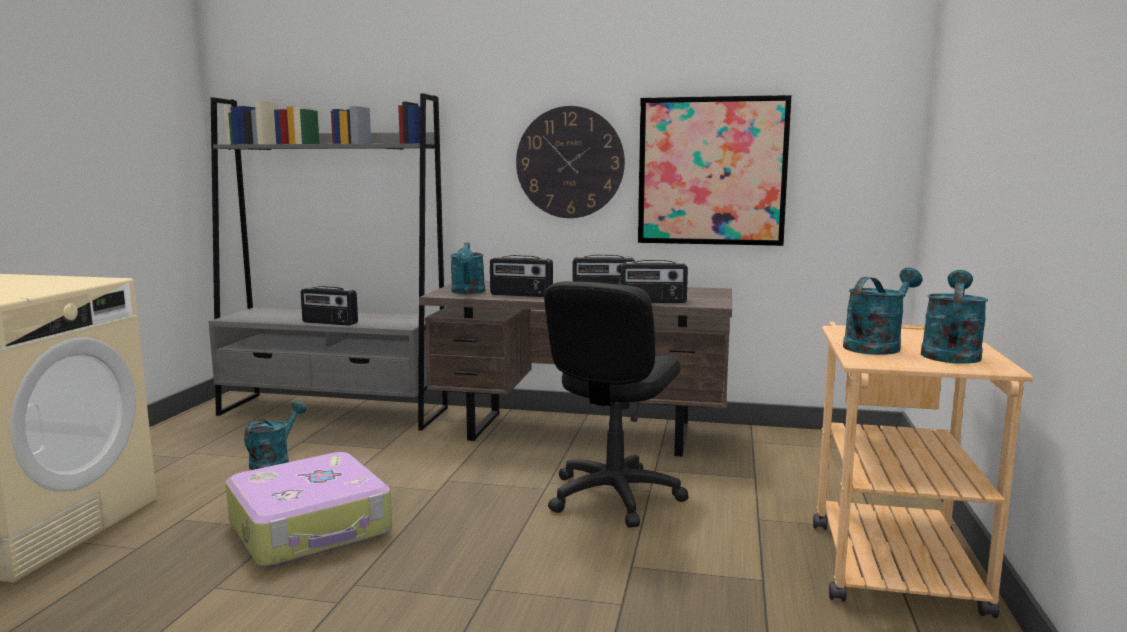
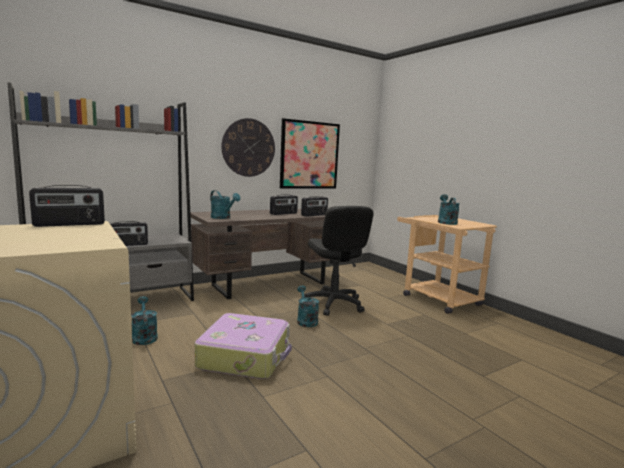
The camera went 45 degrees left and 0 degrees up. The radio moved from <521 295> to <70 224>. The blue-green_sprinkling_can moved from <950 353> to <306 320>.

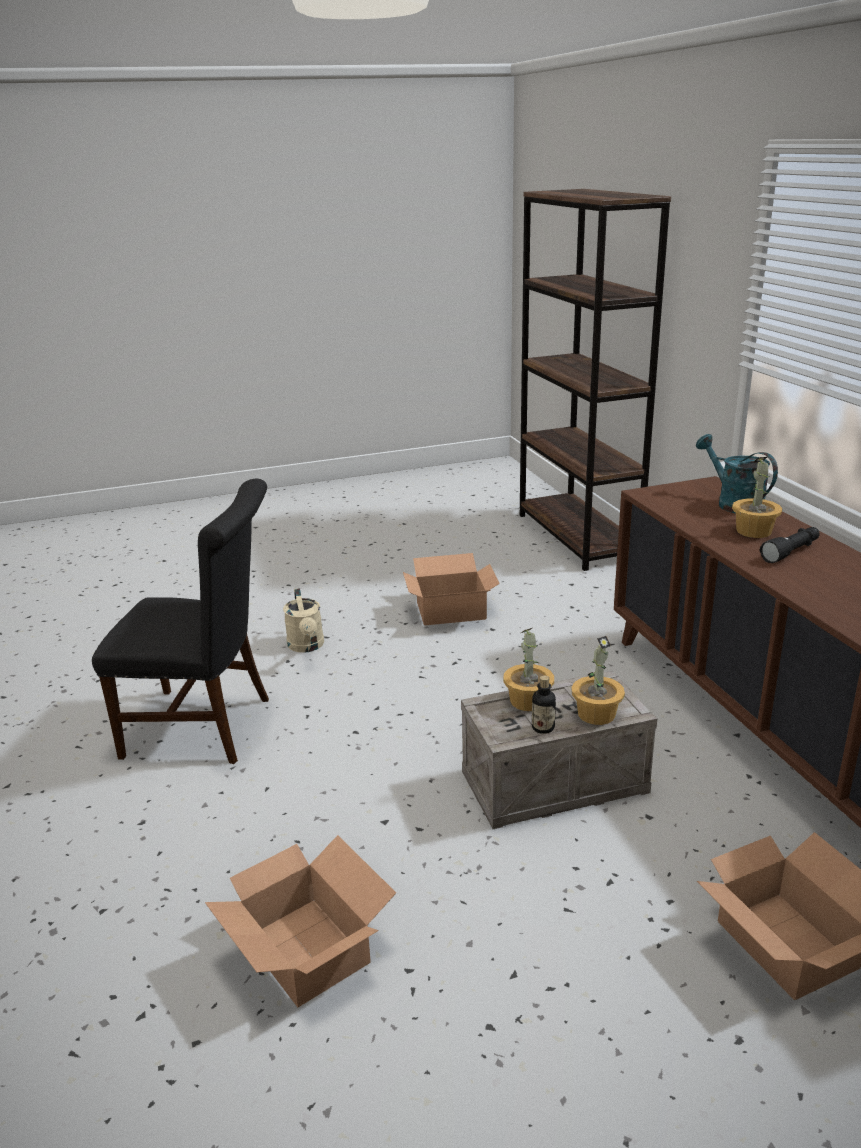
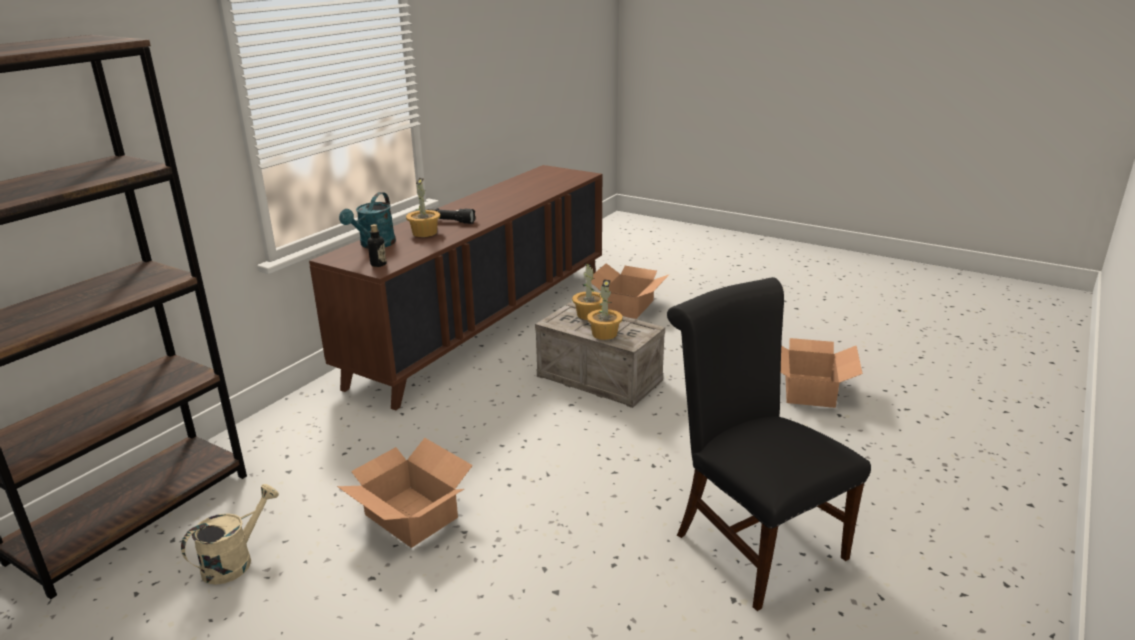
The camera went 130 degrees left and 0 degrees up. The beige-coloured_sprinkling_can moved from <307 646> to <235 561>. The drink_bottle moved from <543 728> to <378 264>.

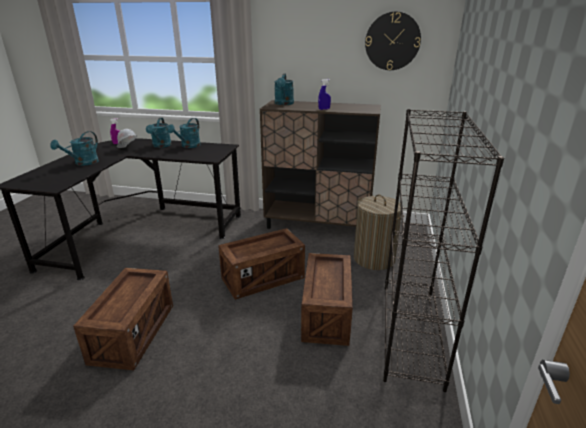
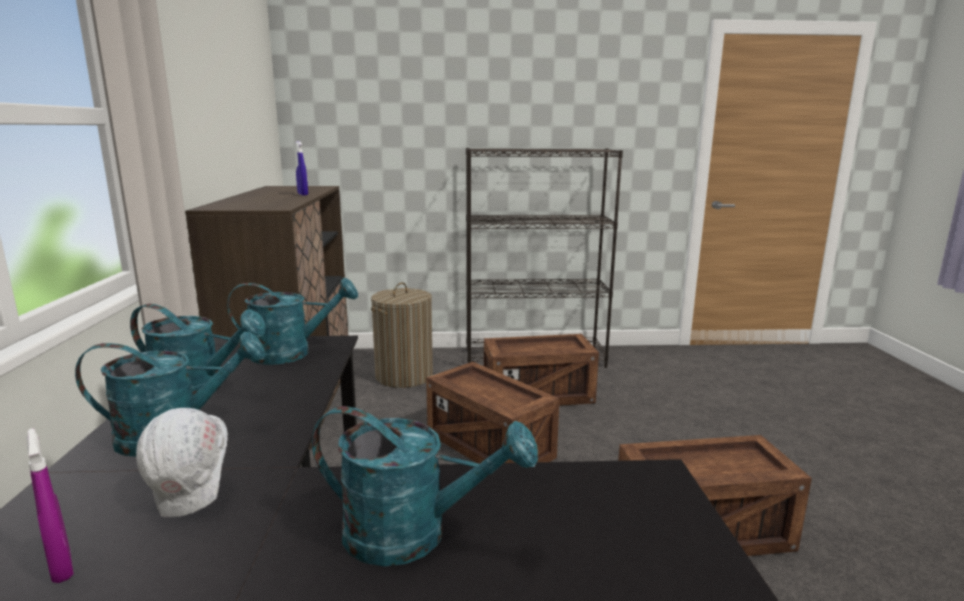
The camera went 105 degrees left and 10 degrees down. The blue-green_sprinkling_can moved from <284 104> to <292 353>. The hanging_clock at <392 41> disappeared.

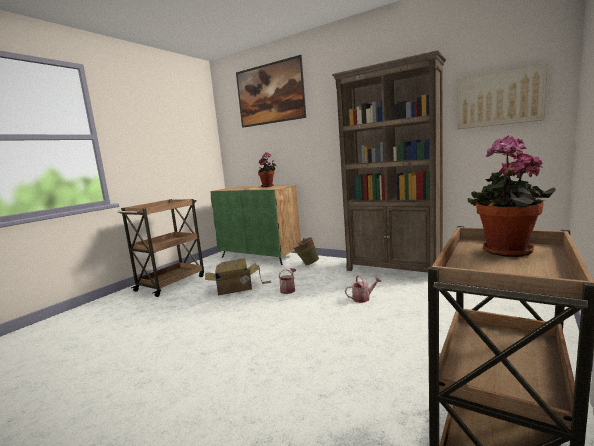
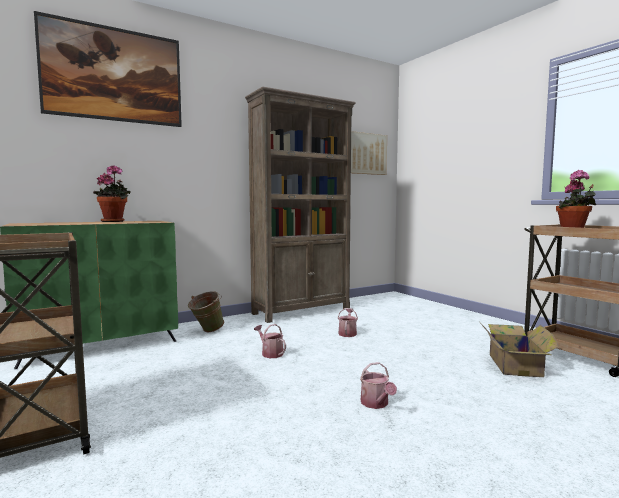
The camera went 65 degrees left and 5 degrees down. The carton moved from <236 288> to <514 364>. The sprinkling_can at <376 404> appeared.

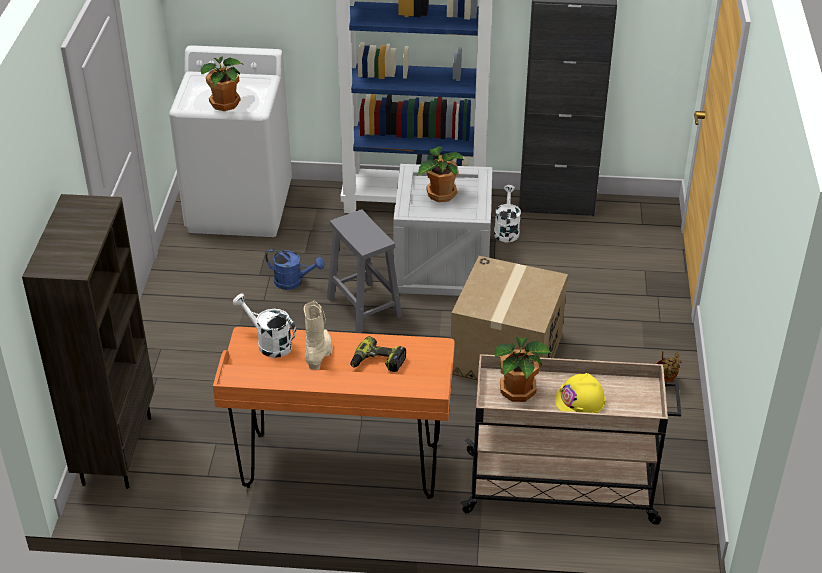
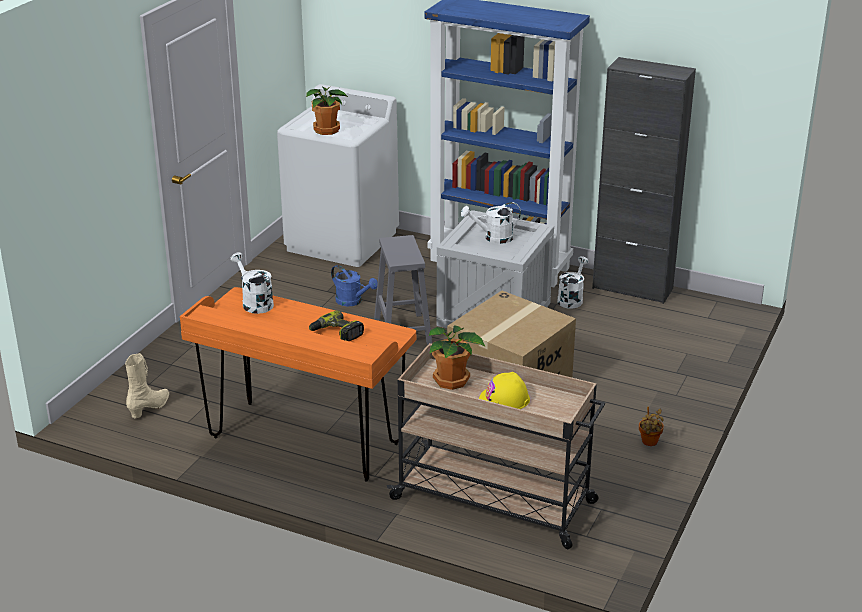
The camera went 20 degrees right and 10 degrees down. The brownish_shelving_unit at <116 450> disappeared. The beige-coloured_tall_boot moved from <320 356> to <150 408>. The plant_in_a_pot at <440 194> was replaced by the whitish_sprinkling_can at <493 238>.

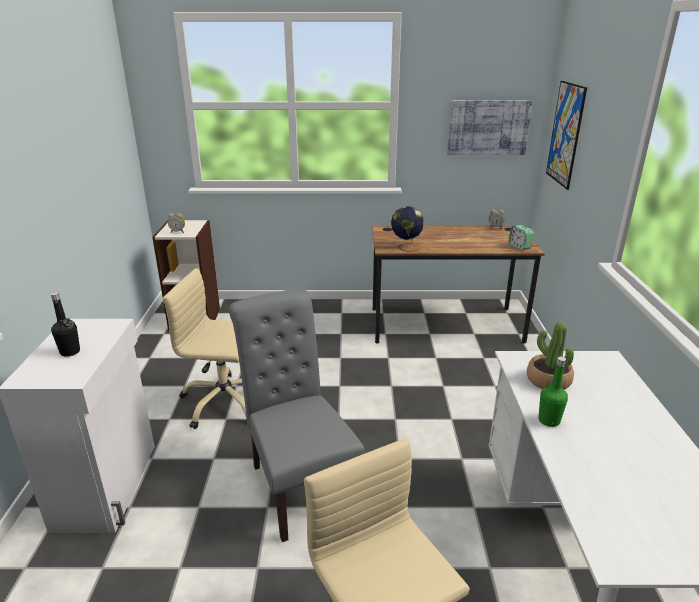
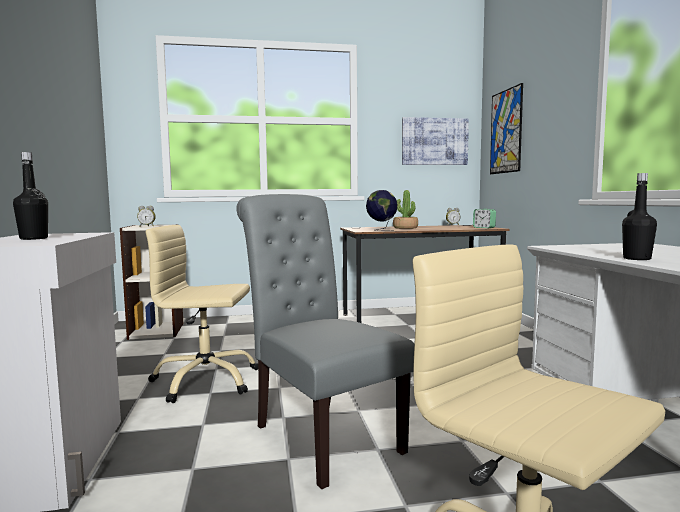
The camera went 10 degrees left and 20 degrees down. The plant_in_a_pot moved from <548 380> to <405 228>. The green-coloured_drink_bottle at <549 420> became the blackish_drink_bottle at <637 259>.

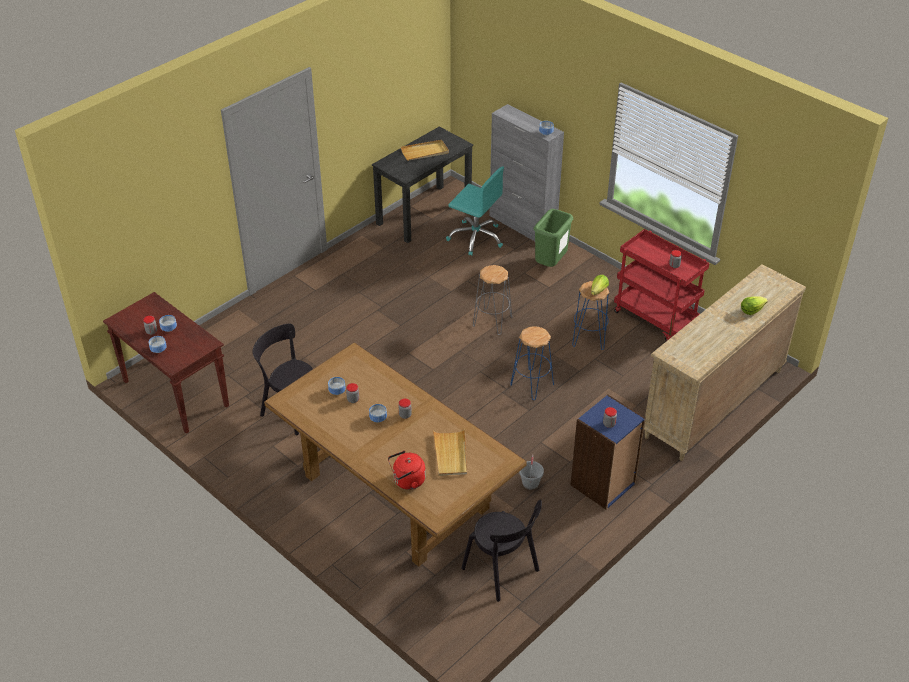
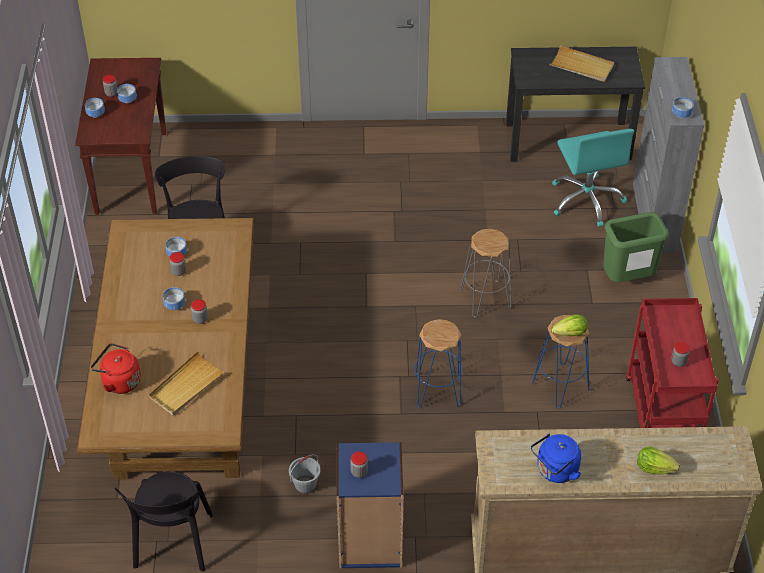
The camera went 45 degrees right and 5 degrees up. The blue_kettle at <555 471> appeared.

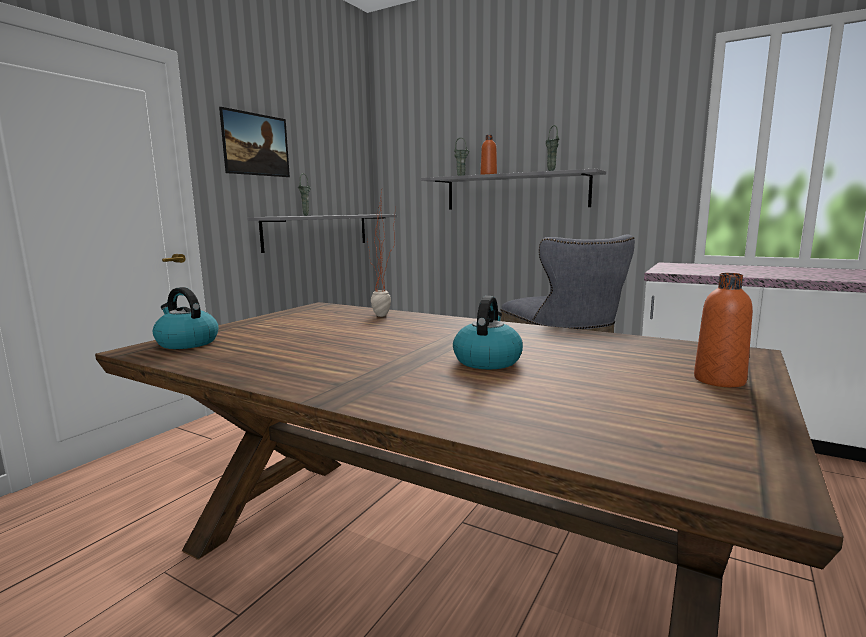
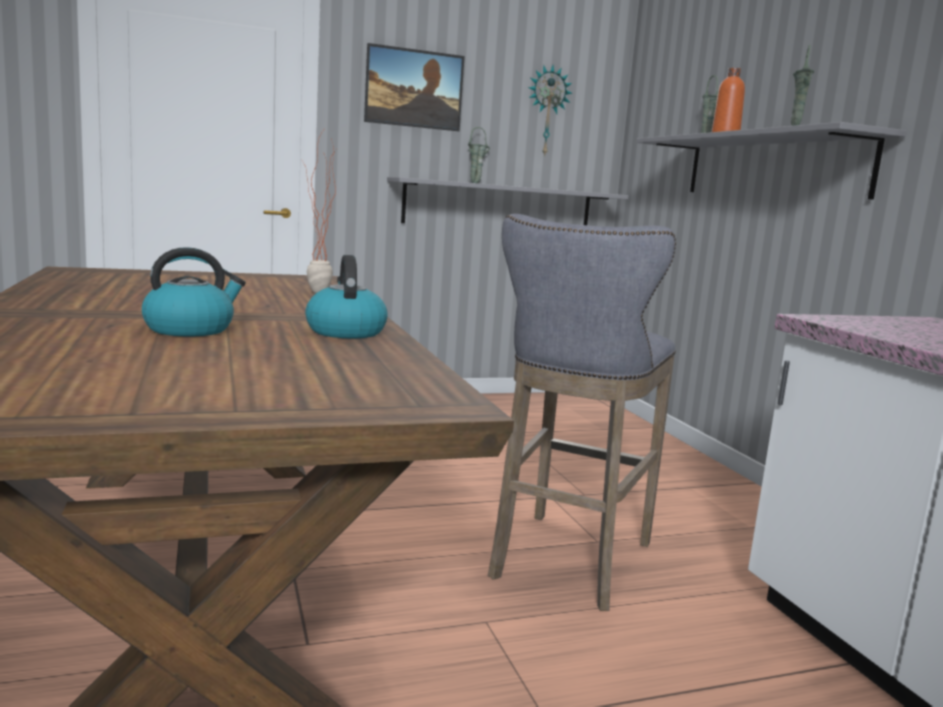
The camera went 40 degrees right and 0 degrees up. The kettle moved from <186 343> to <345 331>. The orange_drink_bottle at <719 380> disappeared. The hanging_clock at <547 111> appeared.

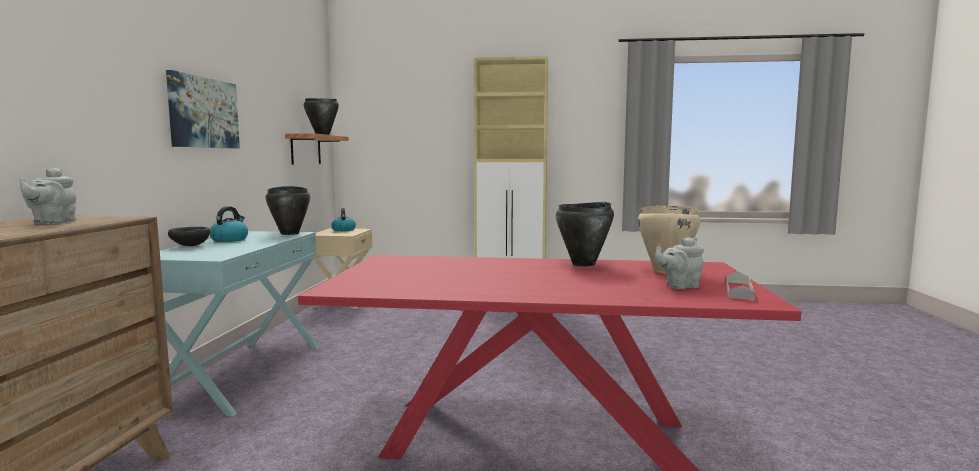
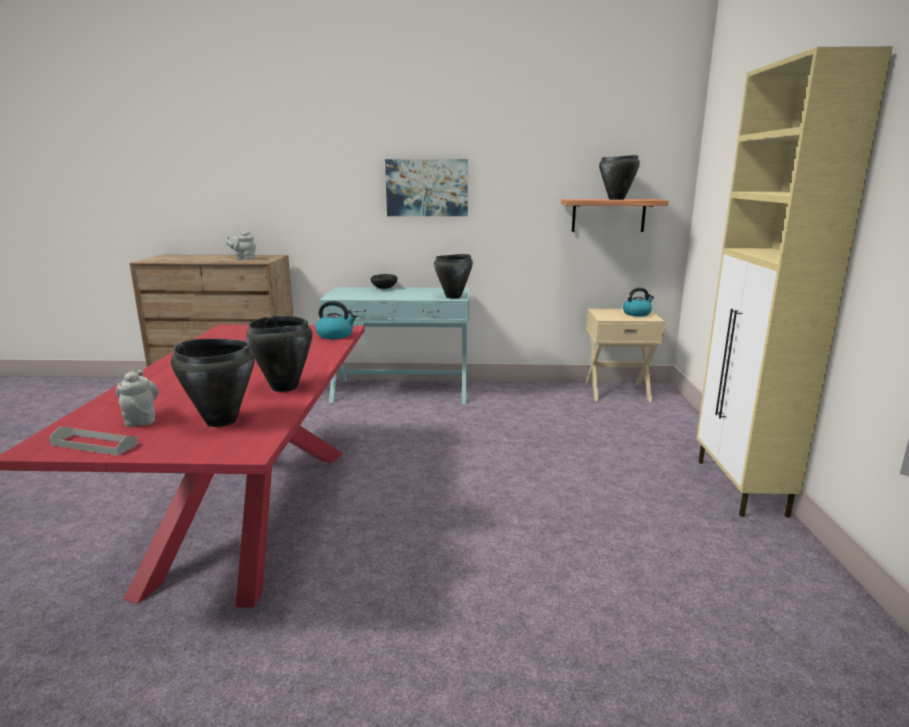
The camera went 85 degrees right and 10 degrees up. The kettle moved from <229 240> to <335 335>. The beige-coloured_cooking_pot at <665 271> became the blackish_cooking_pot at <221 421>.

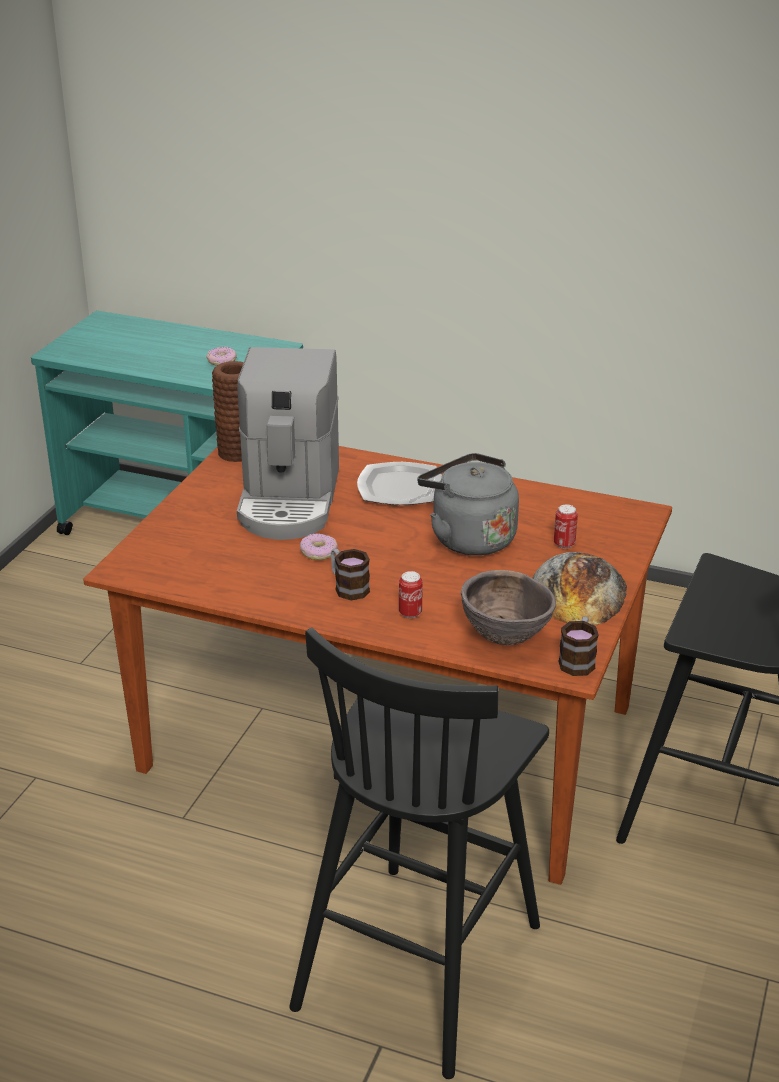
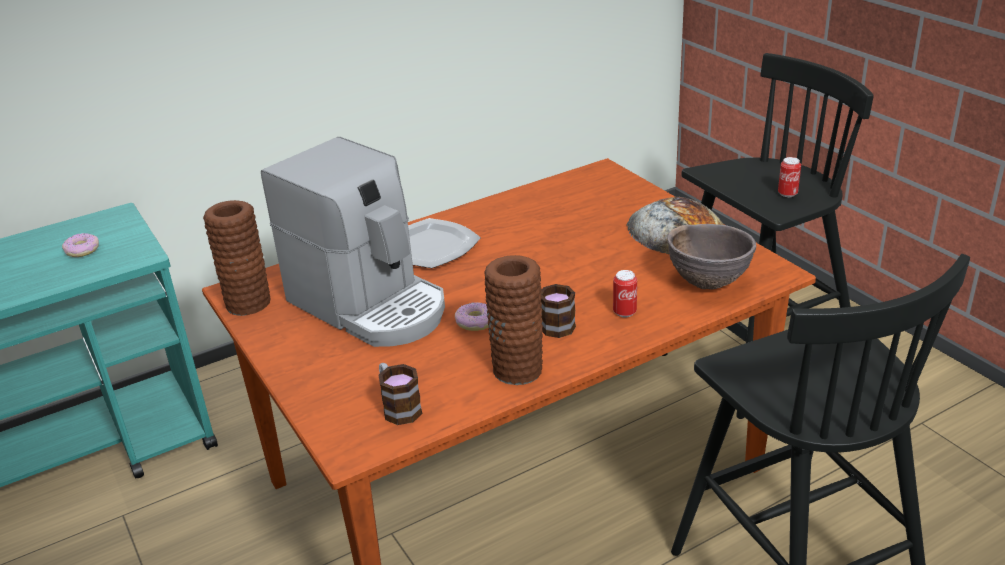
The camera went 50 degrees left and 0 degrees up. The grey_kettle at <468 537> disappeared. The metal_can moved from <564 544> to <787 194>. The coffee_mug moved from <578 660> to <398 407>. The brownish_decorative_vase at <517 369> appeared.

